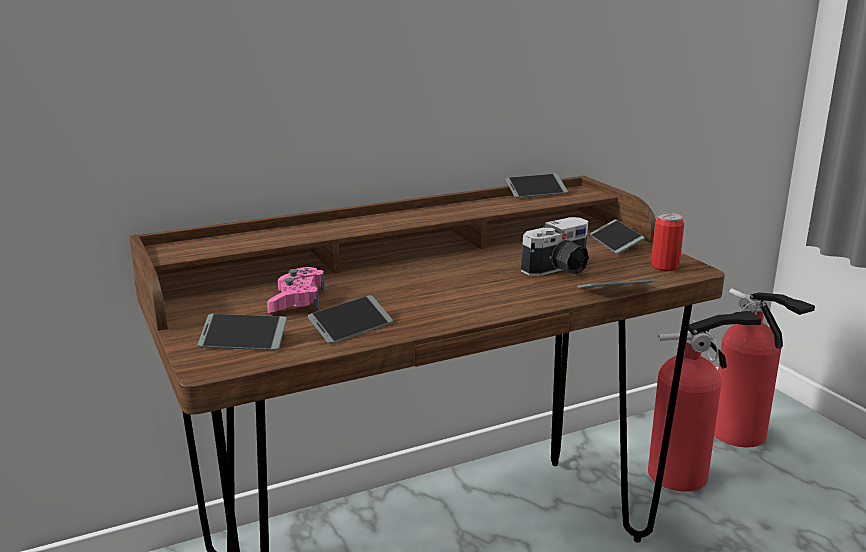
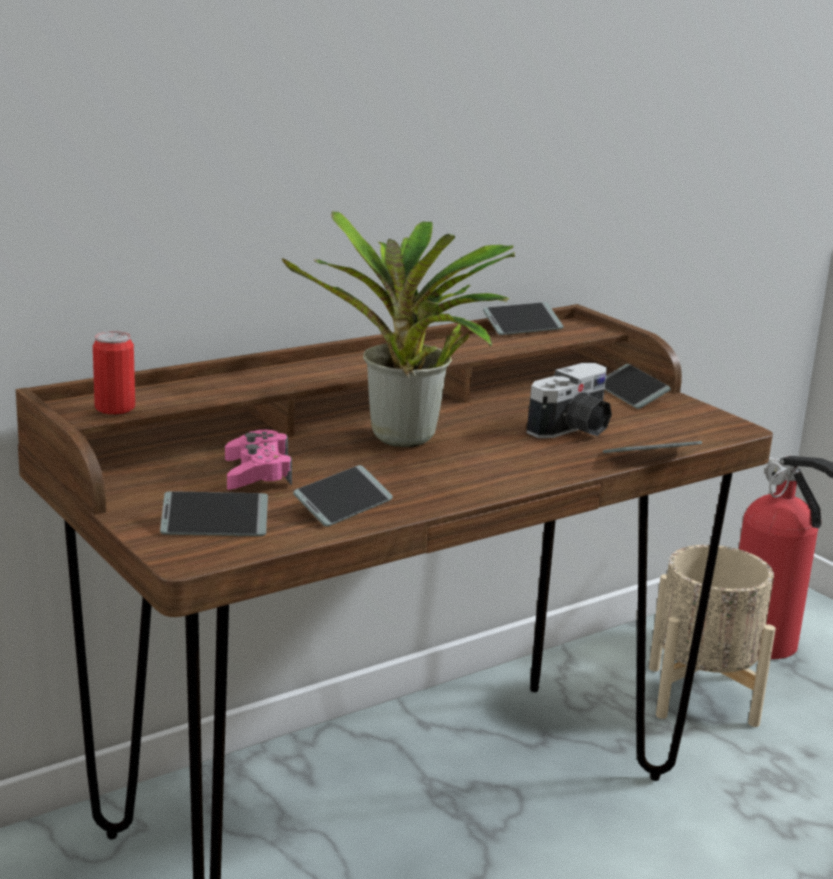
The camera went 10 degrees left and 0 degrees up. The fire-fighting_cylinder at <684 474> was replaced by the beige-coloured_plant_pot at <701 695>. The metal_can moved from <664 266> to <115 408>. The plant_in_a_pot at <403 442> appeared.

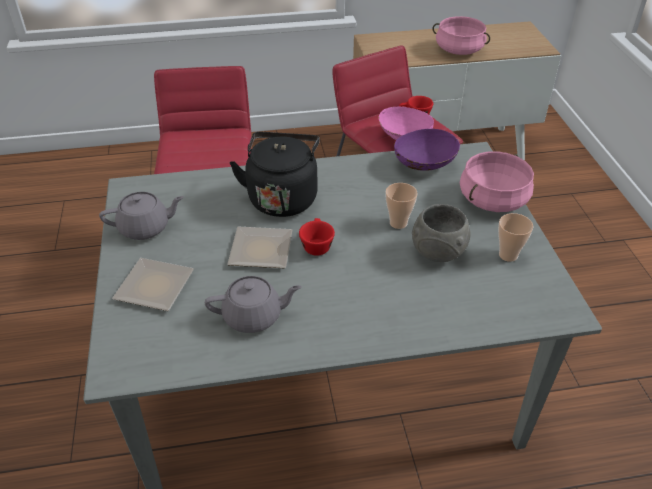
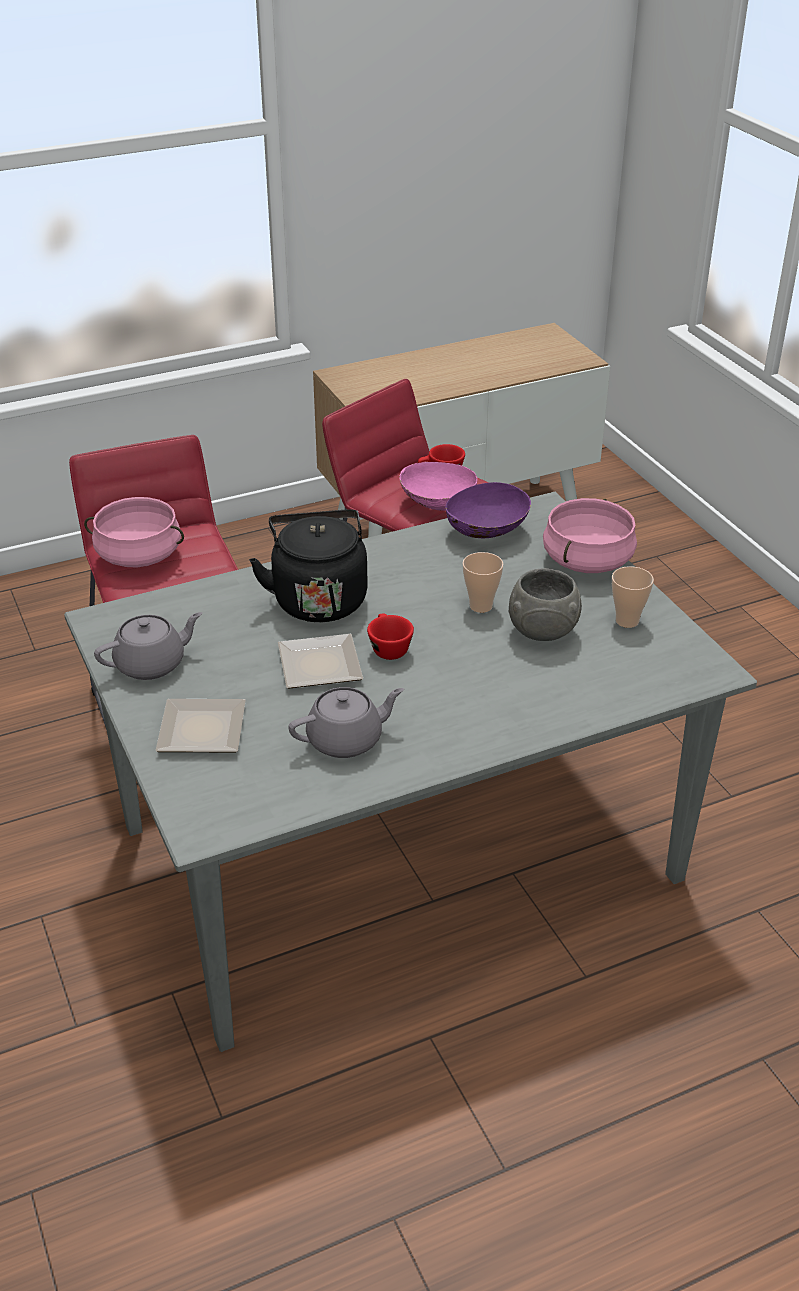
The camera went 15 degrees left and 5 degrees down. The pinkish_cooking_pot moved from <458 50> to <138 556>.

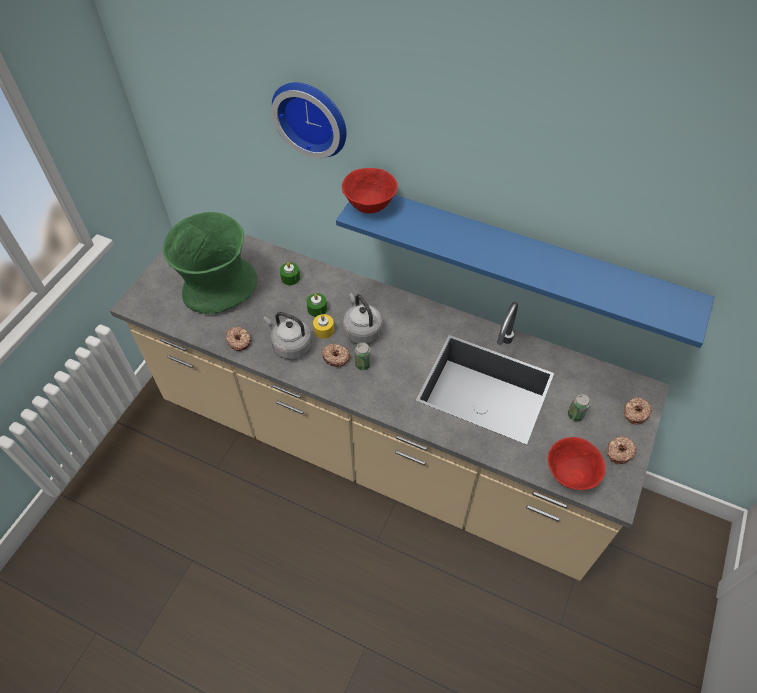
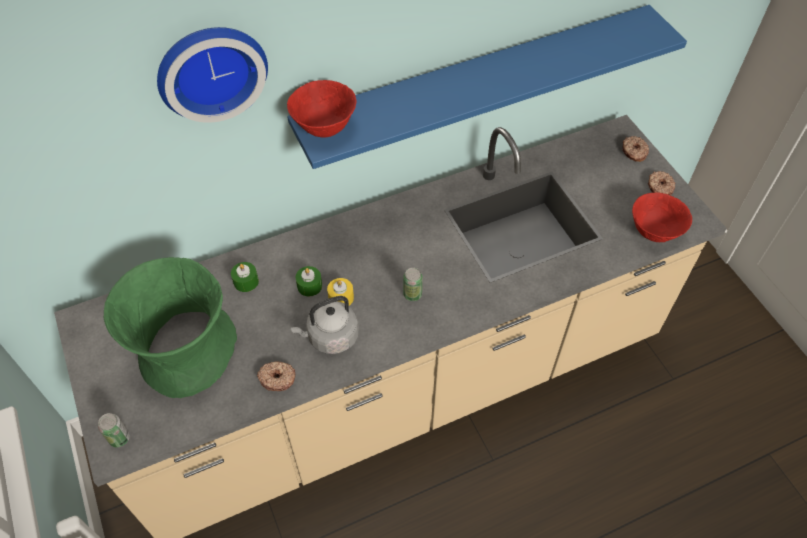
The camera went 50 degrees left and 0 degrees up. The donut at <336 357> disappeared. The grey_kettle at <362 330> disappeared. The metal_can moved from <575 415> to <119 438>.

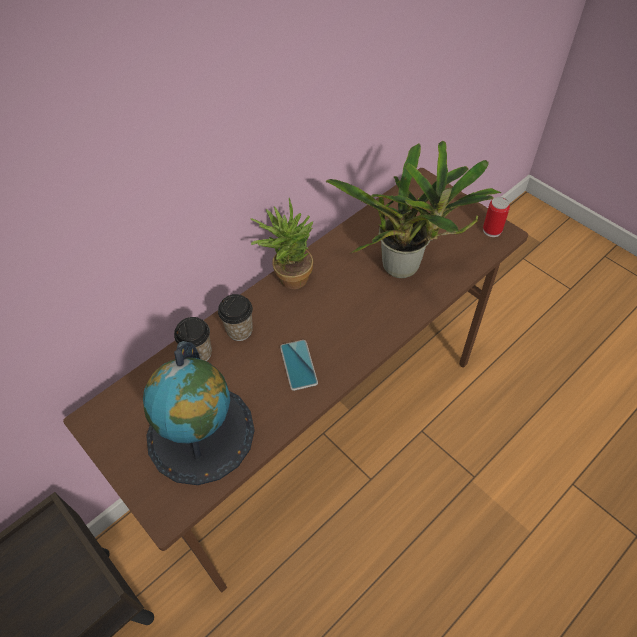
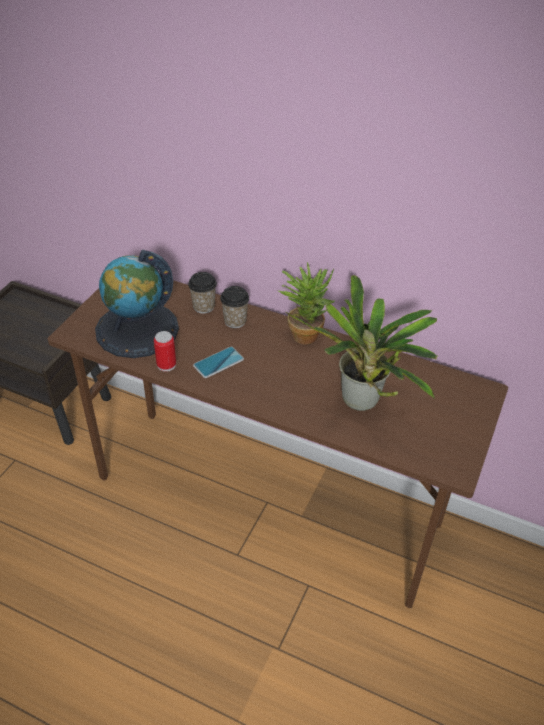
The camera went 65 degrees right and 10 degrees down. The metal_can moved from <492 230> to <166 365>.

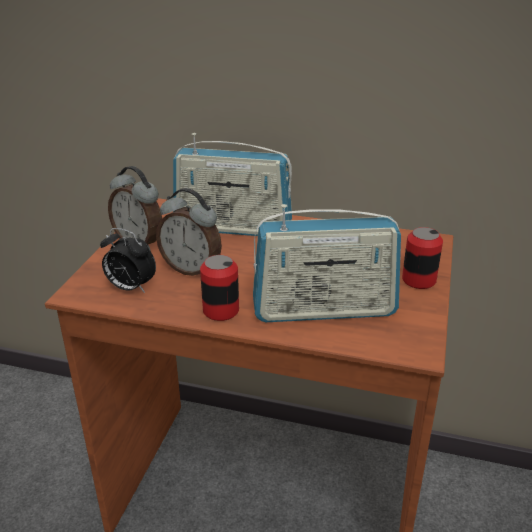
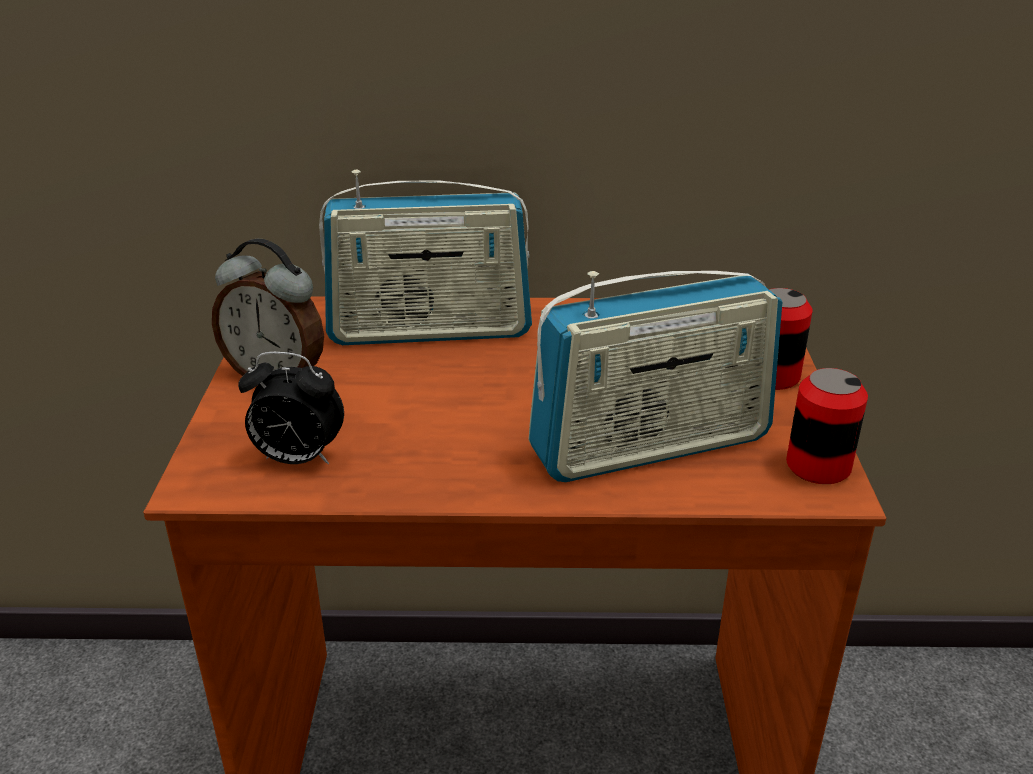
The camera went 15 degrees left and 0 degrees up. The alarm_clock at <192 269> disappeared. The metal_can moved from <221 310> to <818 466>.

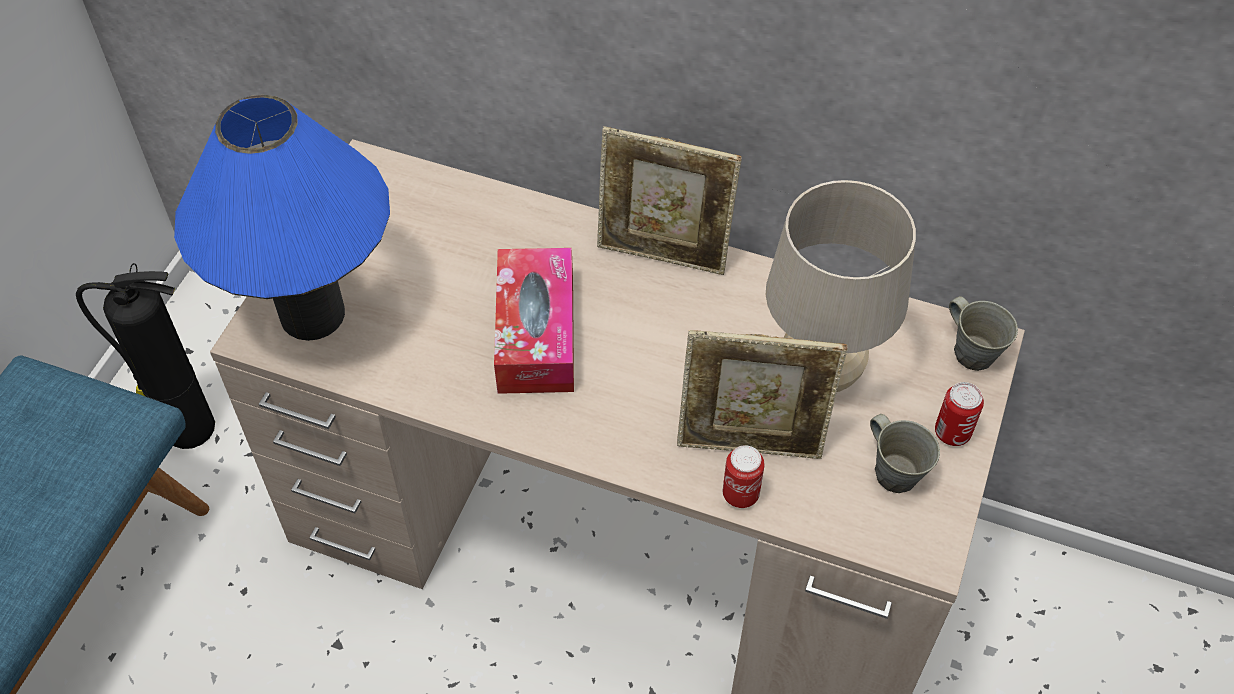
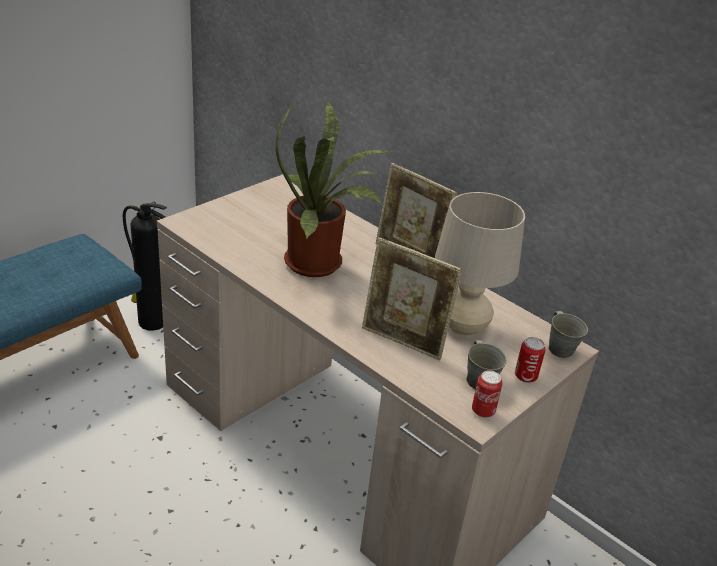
The camera went 20 degrees right and 20 degrees down. The blue_lamp_for_a_table at <312 314> disappeared. The tissue_box at <536 334> was replaced by the plant_in_a_pot at <319 264>. The metal_can moved from <740 494> to <483 411>.

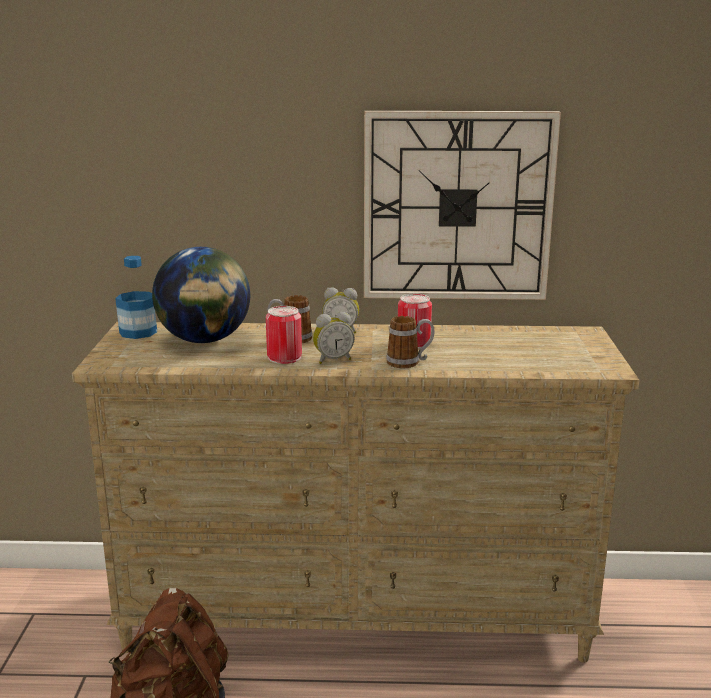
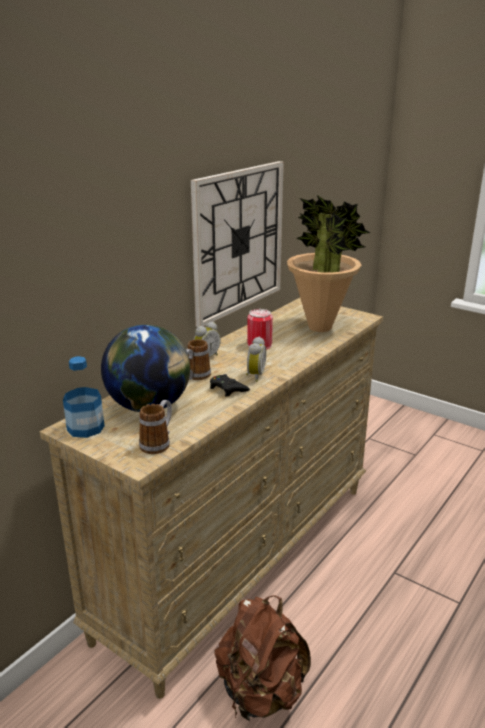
The camera went 55 degrees left and 5 degrees up. The metal_can at <284 357> was replaced by the blackish_game_controller at <227 389>. The coffee_mug moved from <409 362> to <158 443>. The plant_in_a_pot at <320 327> appeared.

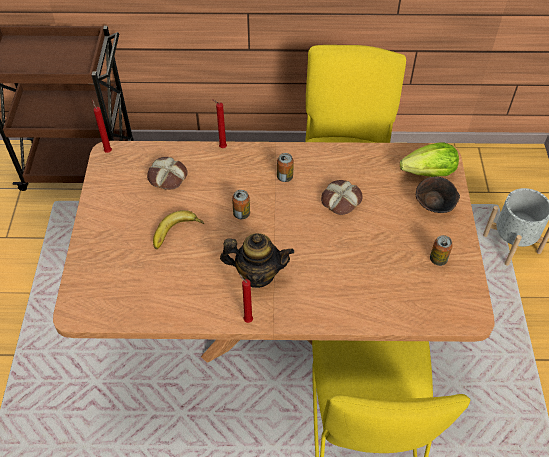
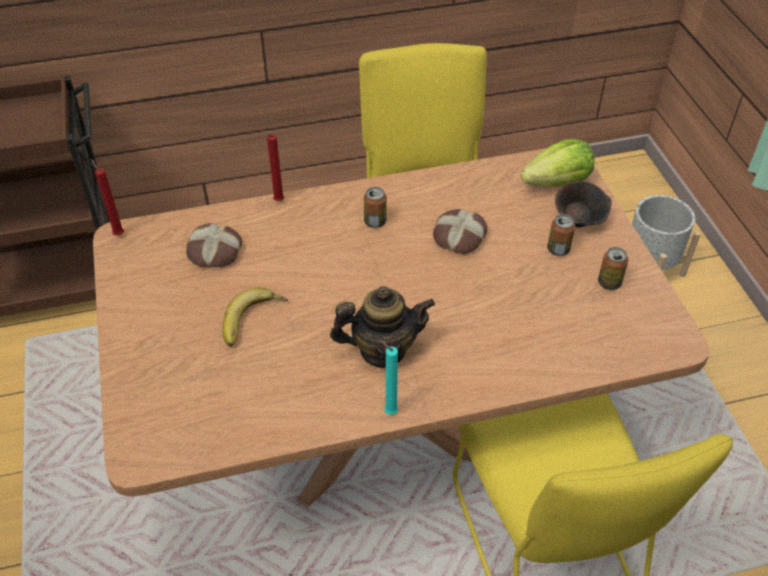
The camera went 15 degrees left and 5 degrees down. The metal_can moved from <241 214> to <558 249>. The red-coloured_wax_light at <247 319> became the blue-green_wax_light at <389 411>.

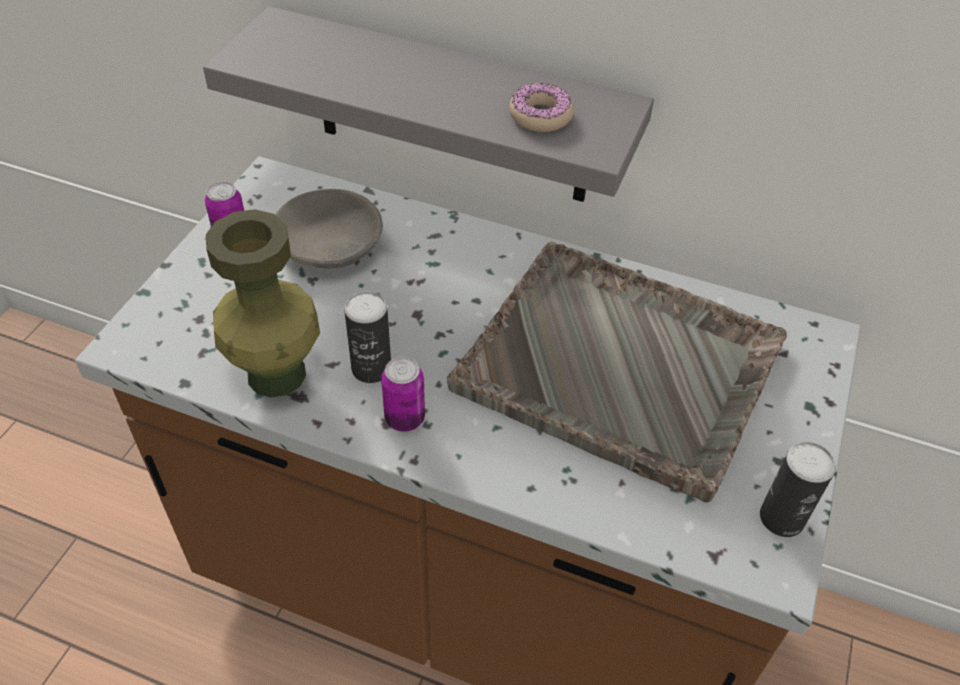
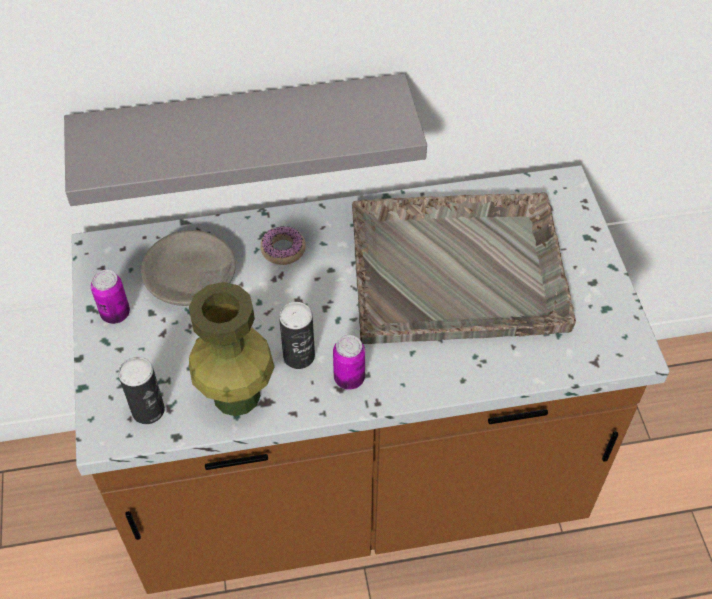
The camera went 30 degrees left and 5 degrees up. The donut moved from <540 116> to <283 249>. The metal_can moved from <781 518> to <148 410>.

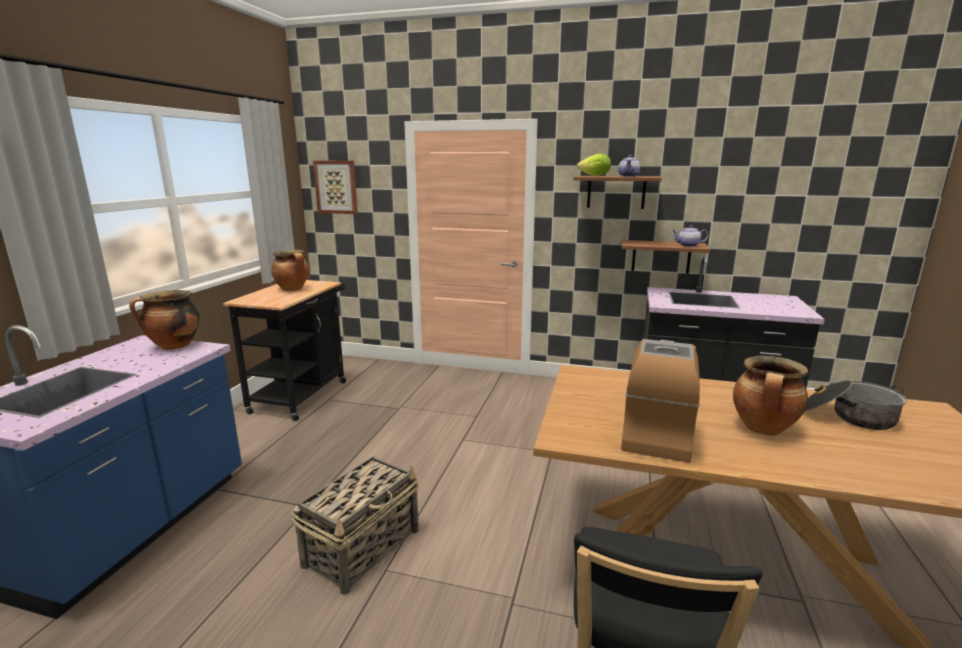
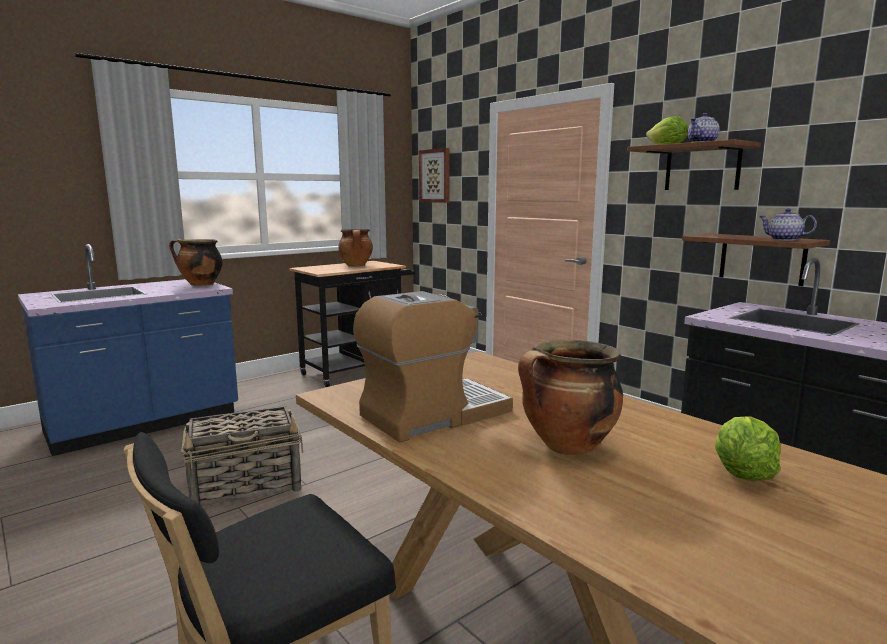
The camera went 35 degrees right and 5 degrees down. The cooking_pot at <848 417> was replaced by the head_of_lettuce at <741 473>.

